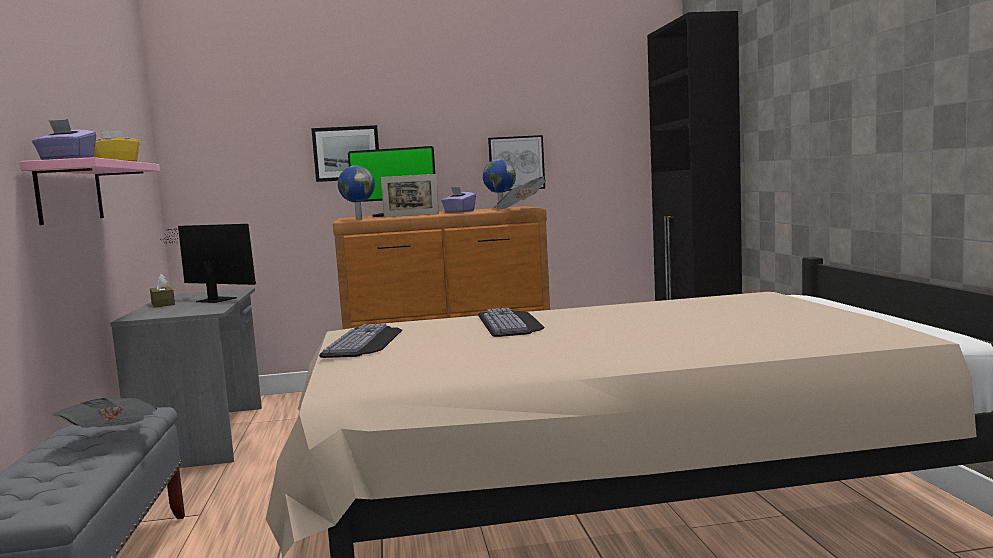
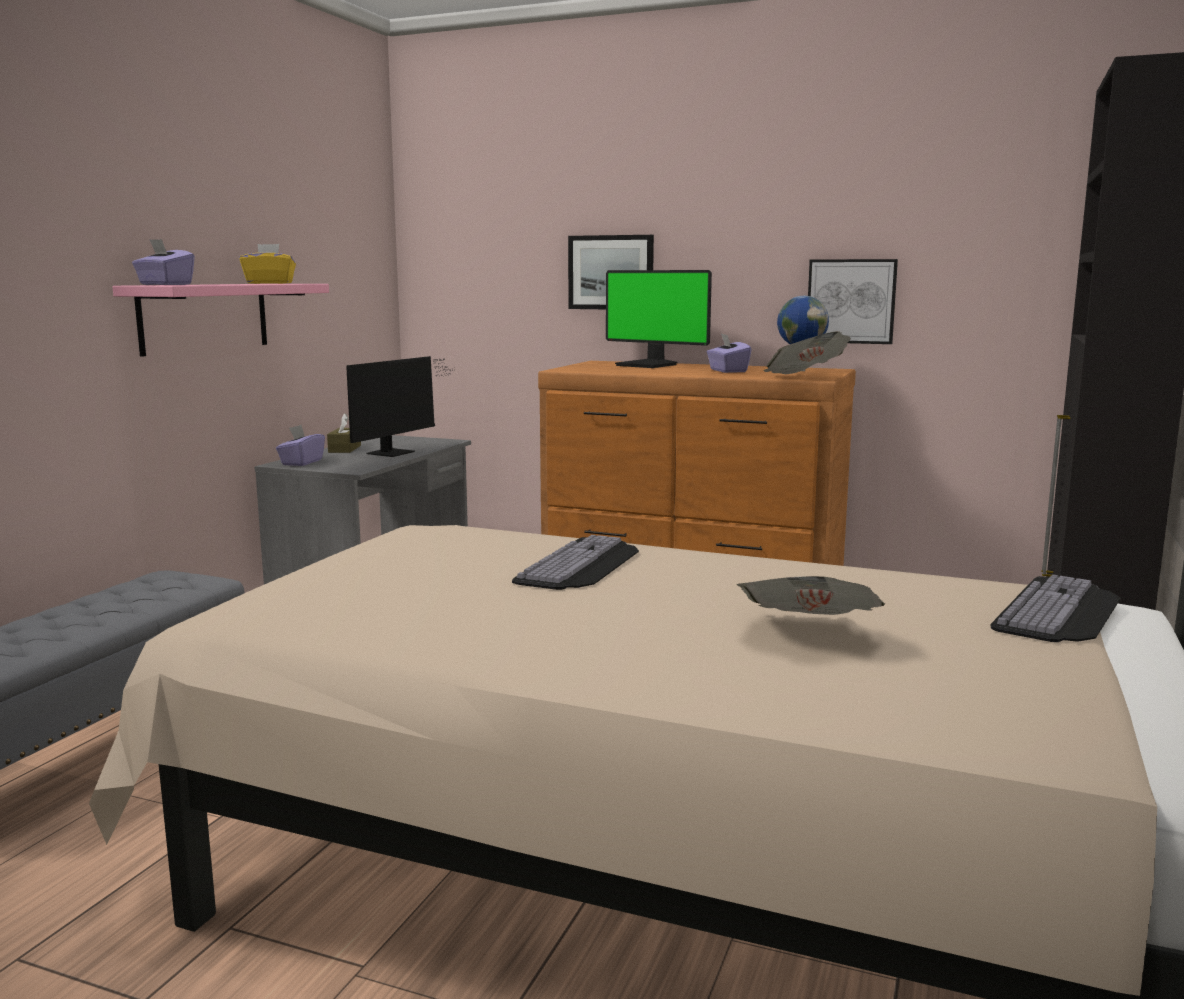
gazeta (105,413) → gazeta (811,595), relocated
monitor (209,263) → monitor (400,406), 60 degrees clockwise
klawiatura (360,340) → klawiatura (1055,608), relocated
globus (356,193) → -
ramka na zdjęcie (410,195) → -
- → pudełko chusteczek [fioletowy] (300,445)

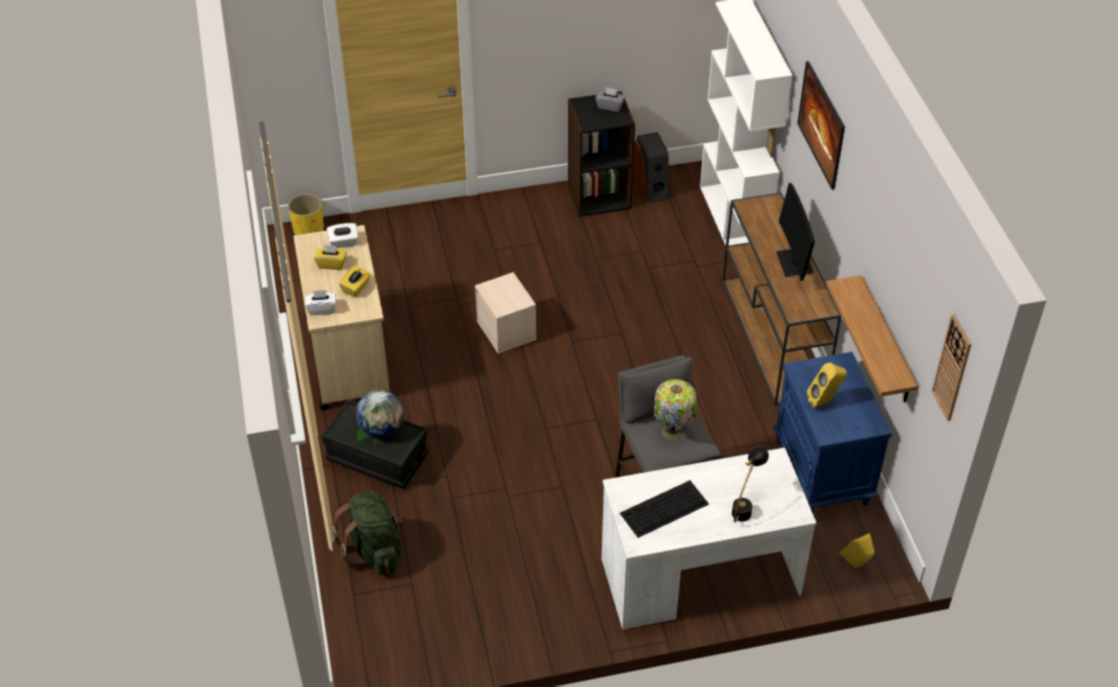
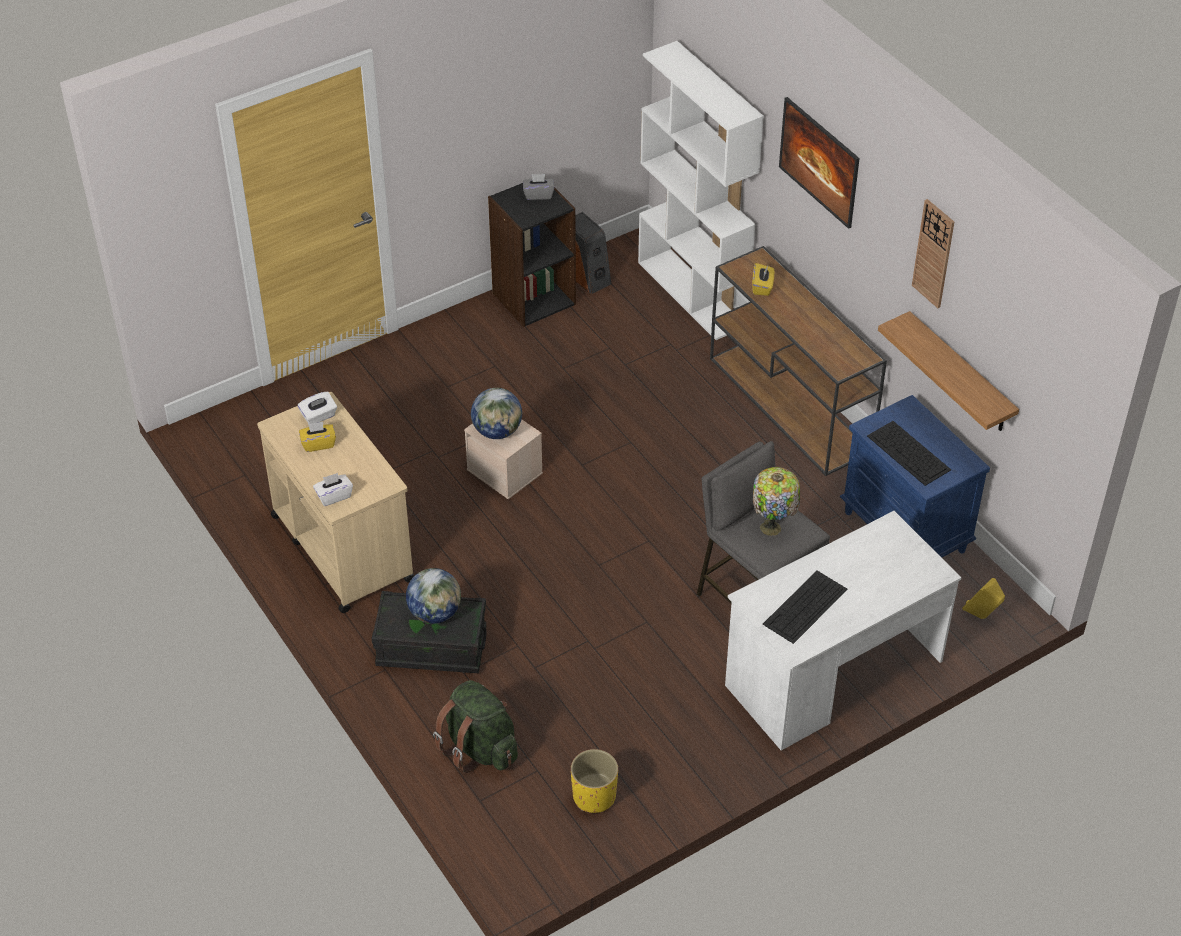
donica [żółty] (306,214) → donica [żółty] (594,781), relocated
pudełko chusteczek [żółty] (355,281) → pudełko chusteczek [żółty] (763,279), relocated
lampa stołowa [czarny] (750,484) → -
monitor (795,232) → -
głośnik [żółty] (827,385) → klawiatura (909,453)
zegar ścienny (952,367) → zegar ścienny (933,253), relocated
- → globus (496,413)

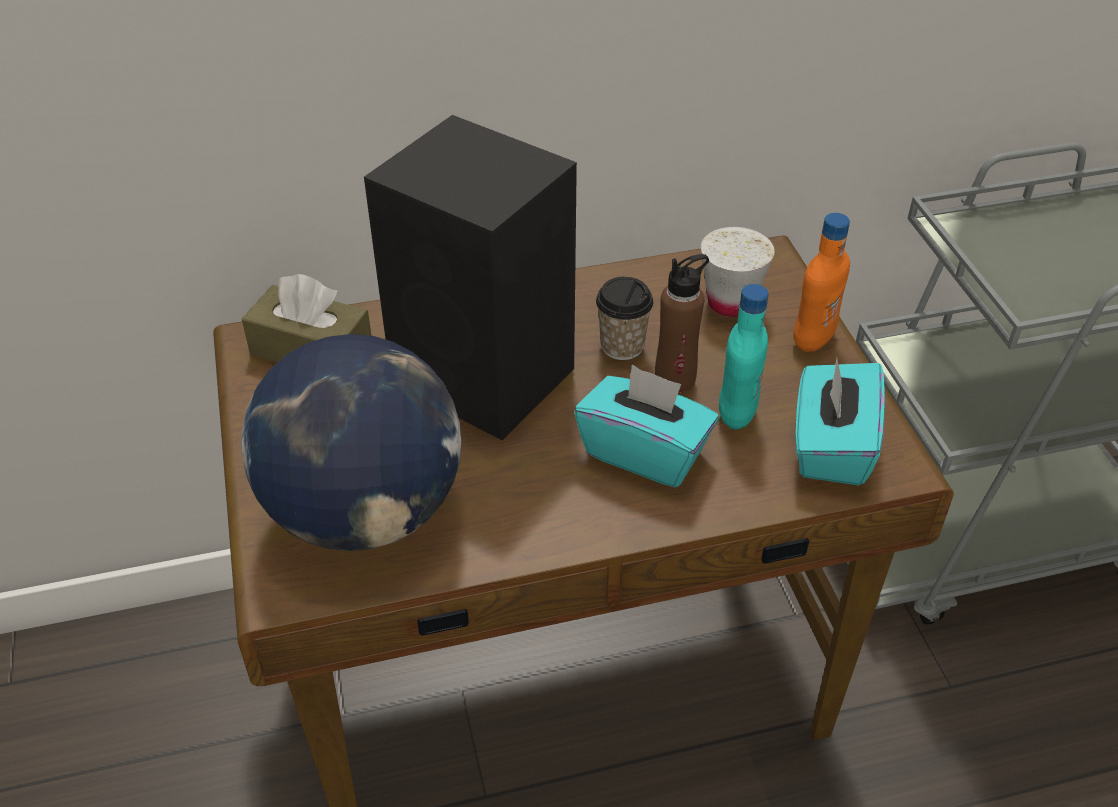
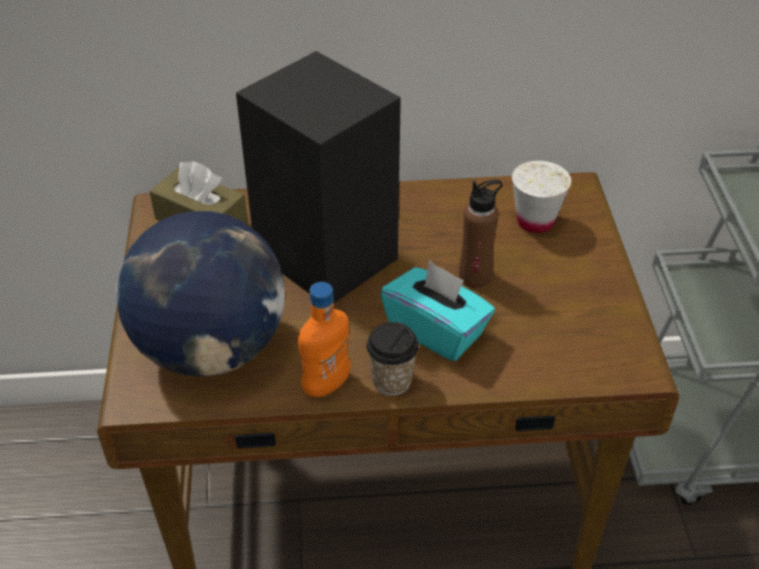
filiżanka (624,318) → filiżanka (392,359), relocated
butelka [turkusowy] (744,357) → -
butelka [pomarańczowy] (821,282) → butelka [pomarańczowy] (324,339), relocated
pudełko chusteczek [turkusowy] (840,422) → -

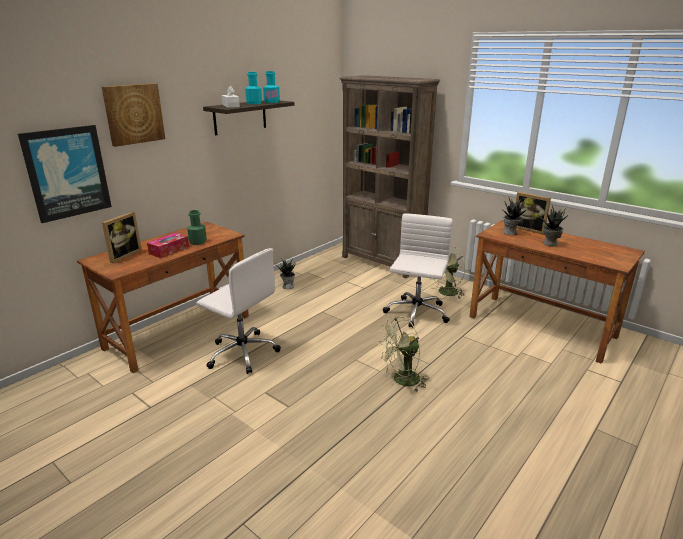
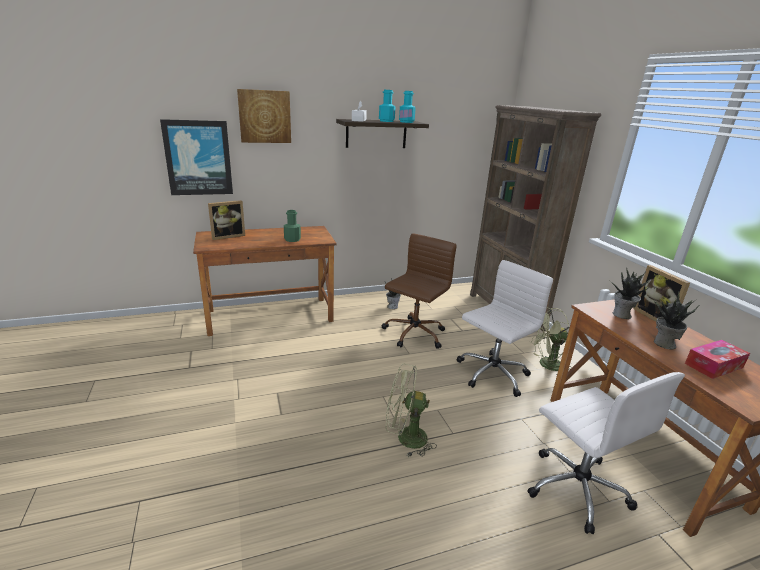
pudełko chusteczek (168,245) → pudełko chusteczek (717,359), relocated
krzesło biurowe [biały] (238,311) → krzesło biurowe [biały] (606,453), relocated
- → krzesło biurowe [brązowy] (419,291)

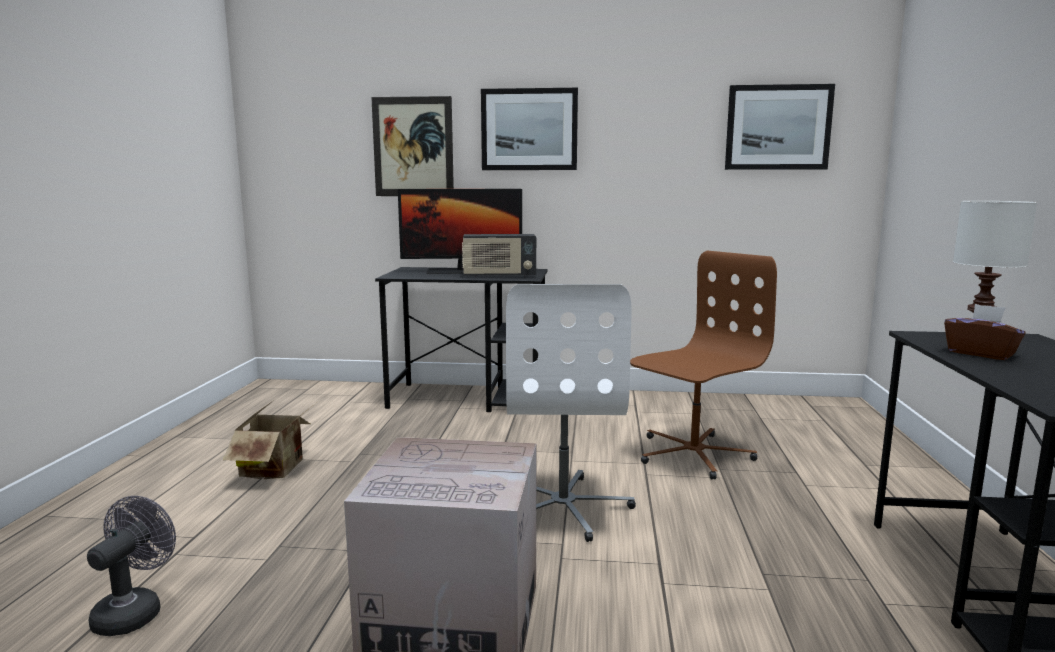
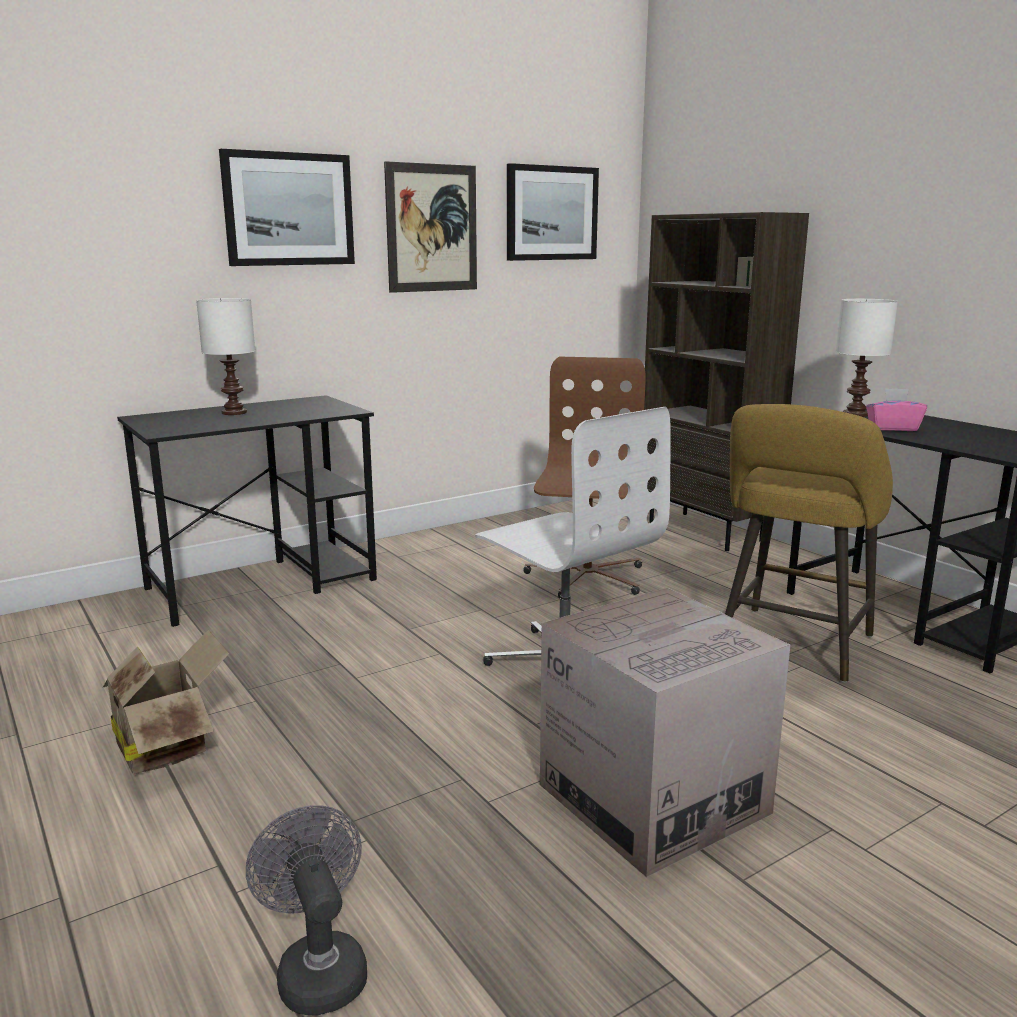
obraz (412,146) → obraz (430,227), relocated
monitor (460,231) → lampa stołowa [biały] (225,356)
radio (499,256) → -
pudełko chusteczek [brązowy] (985,332) → pudełko chusteczek [różowy] (896,409)
- → regał [brązowy] (726,381)
- → stołek [żółty] (809,543)

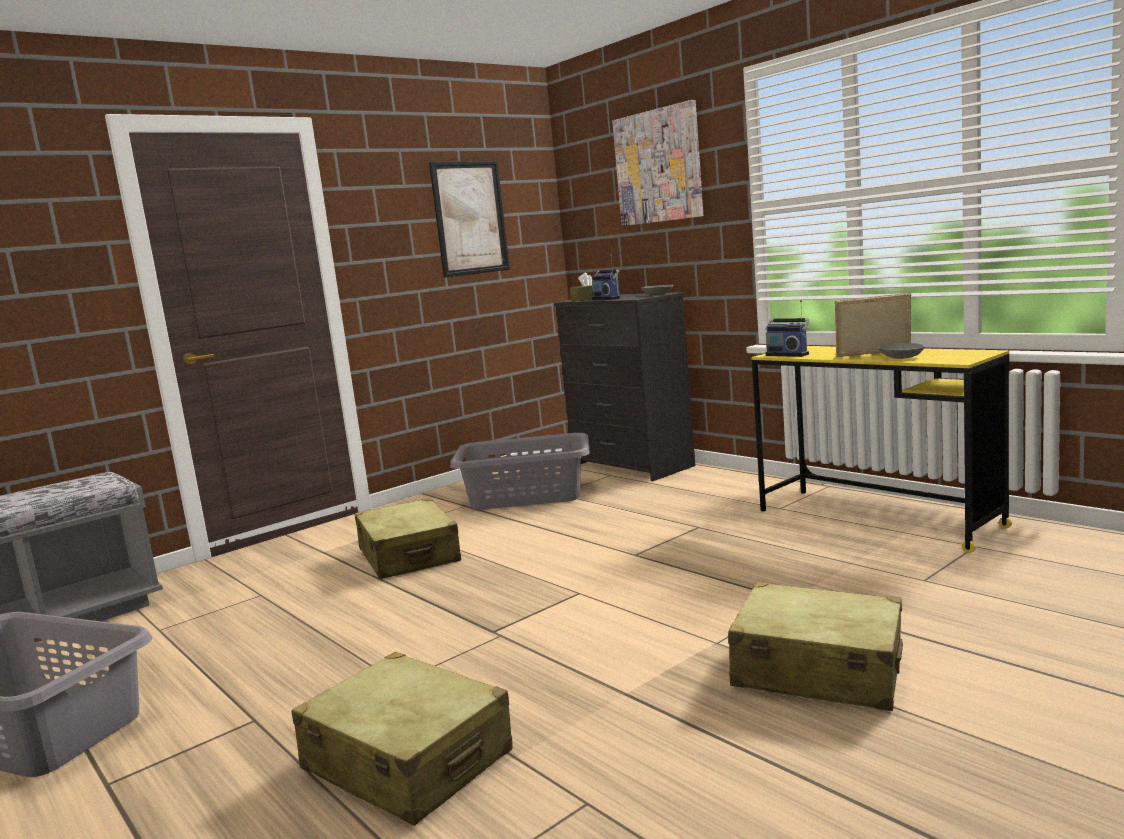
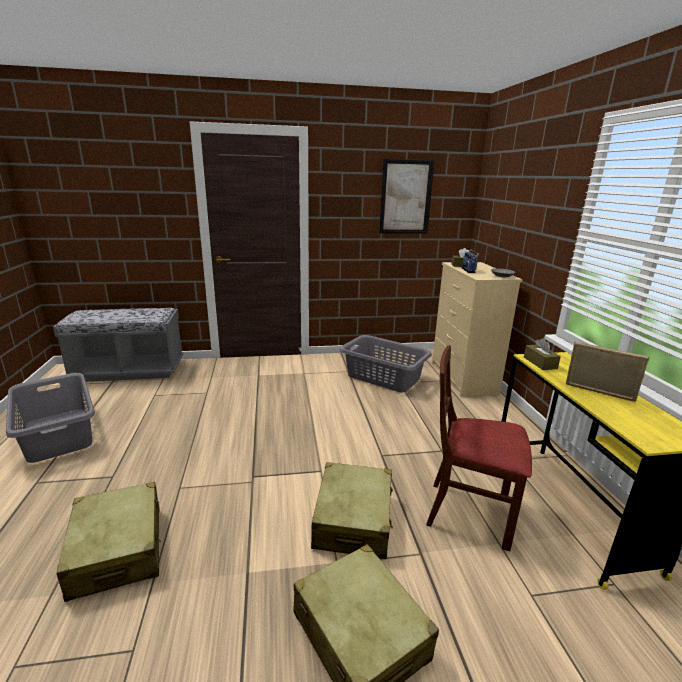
walizka [beżowy] (407,538) → walizka [beżowy] (352,510), relocated
komoda [czarny] (624,386) → komoda [beżowy] (477,329)
obraz (657,163) → -
radio (787,328) → pudełko chusteczek [brązowy] (542,354)
miska [szary] (901,351) → -
- → krzesło [brązowy] (479,448)

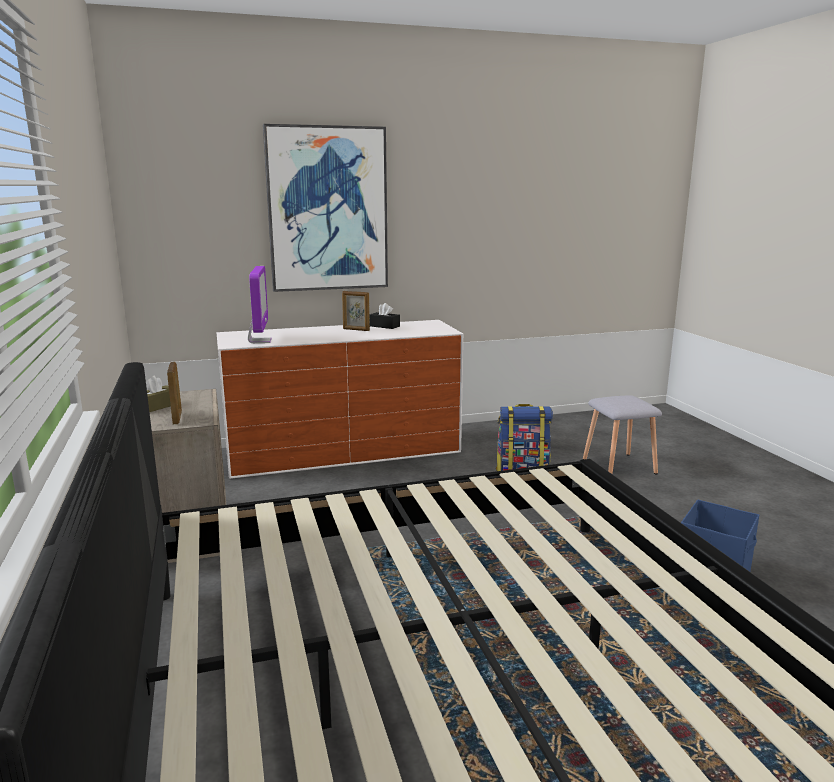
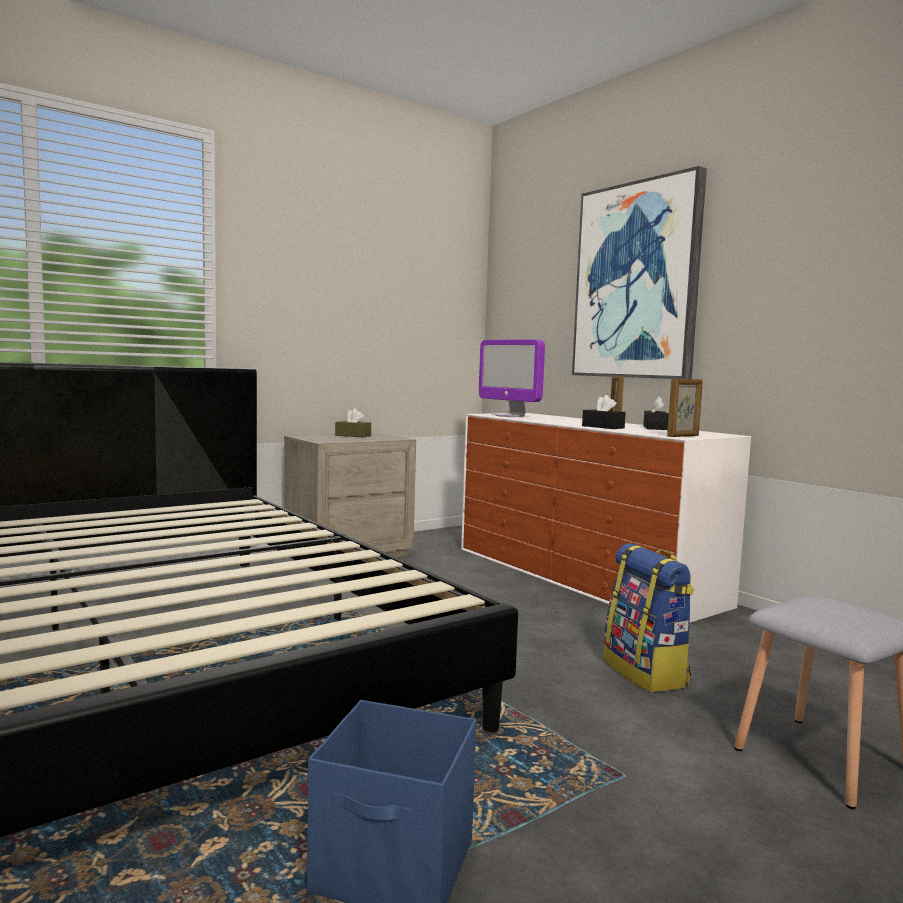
ramka na zdjęcie (174,393) → ramka na zdjęcie (685,408), relocated
monitor (260,304) → monitor (512,378), 75 degrees clockwise
- → pudełko chusteczek [czarny] (604,412)

